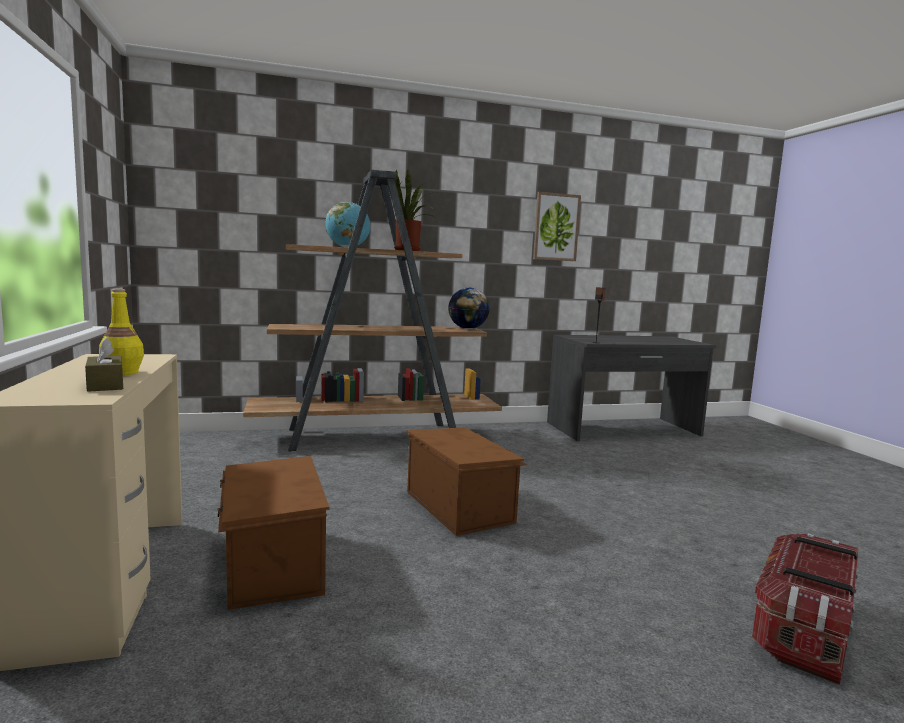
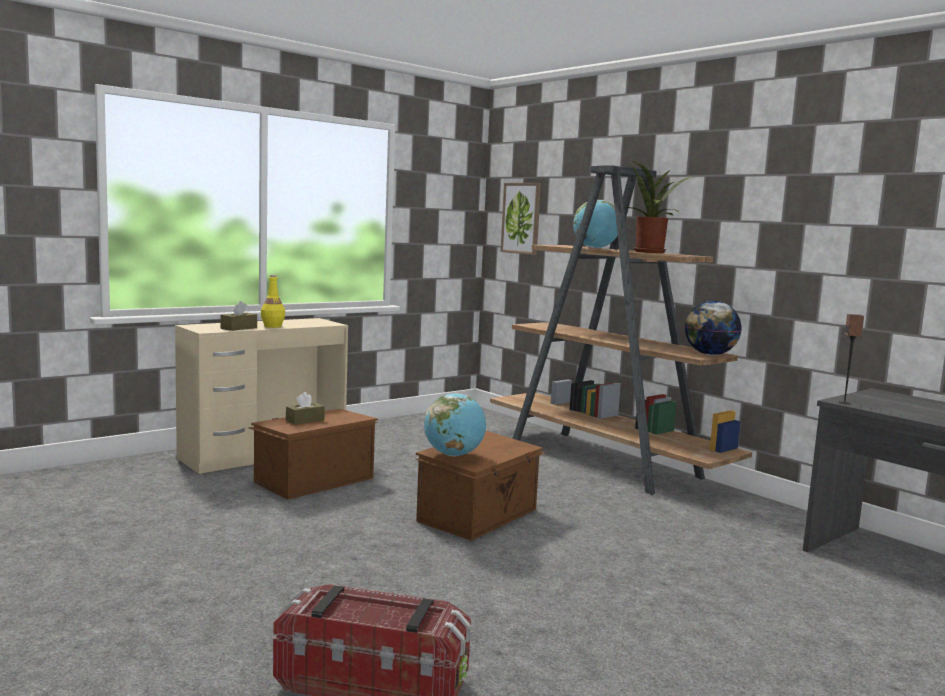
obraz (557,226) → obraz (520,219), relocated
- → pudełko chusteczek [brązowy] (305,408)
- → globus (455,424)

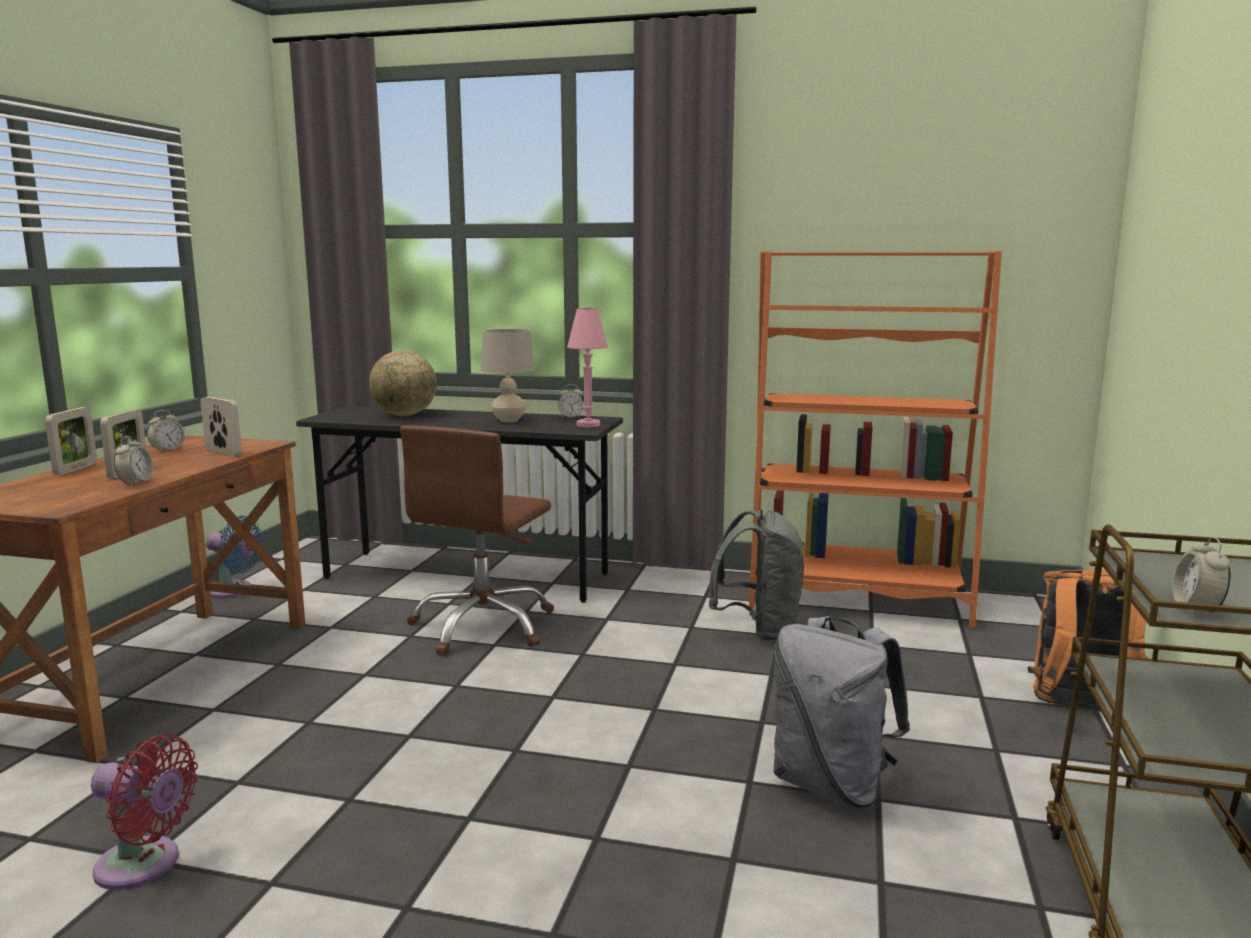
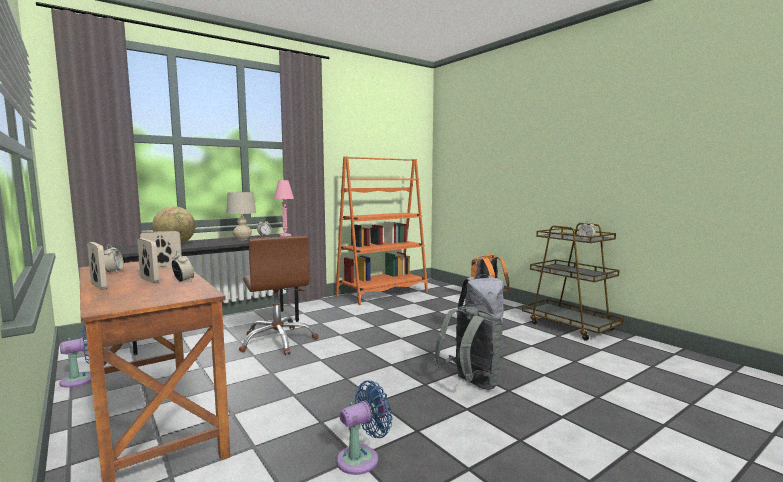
wentylator [czerwony] (144,812) → wentylator [niebieski] (364,427)
plecak [szary] (756,575) → plecak [szary] (468,348), relocated

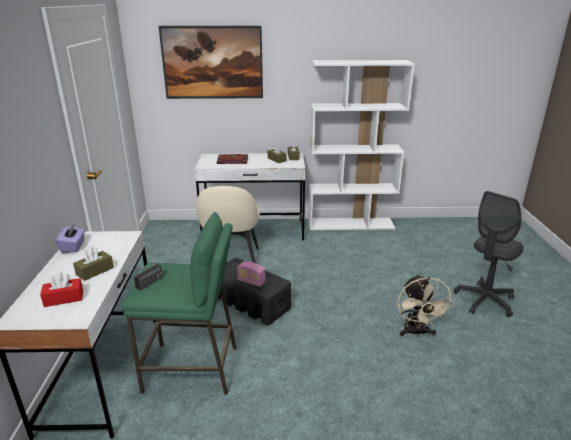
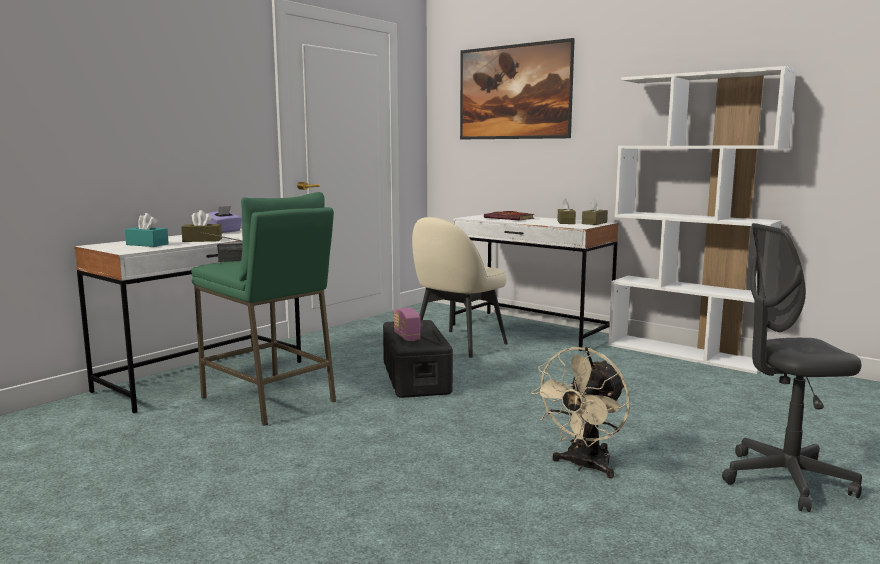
pudełko chusteczek [czerwony] (61,289) → pudełko chusteczek [turkusowy] (147,230)

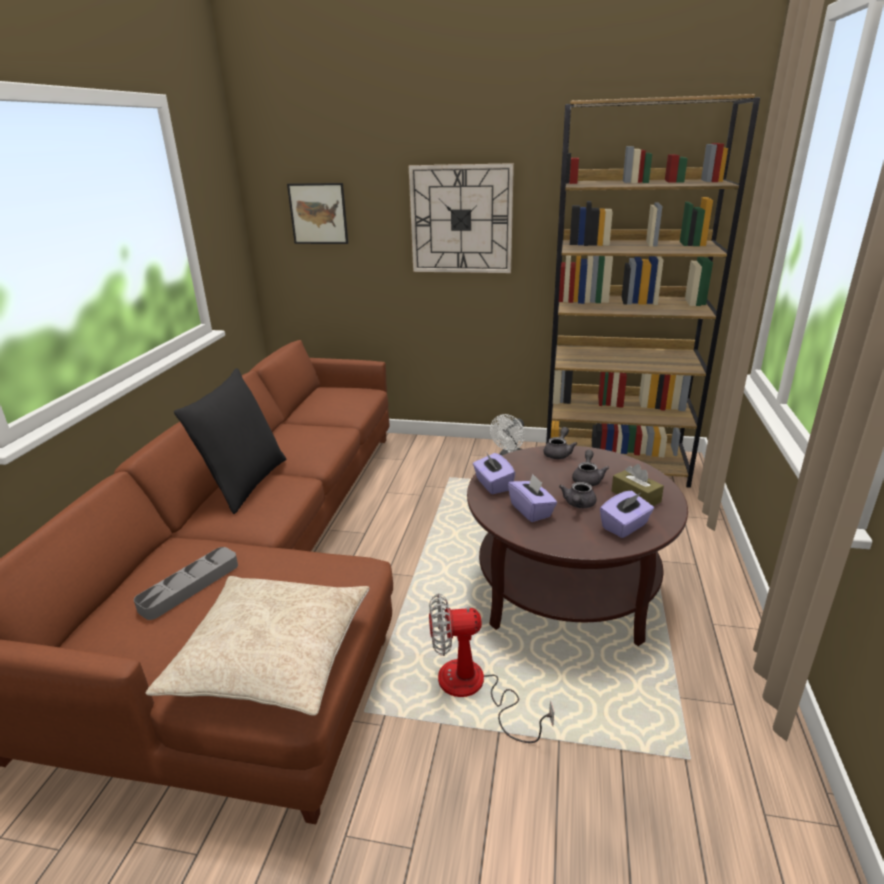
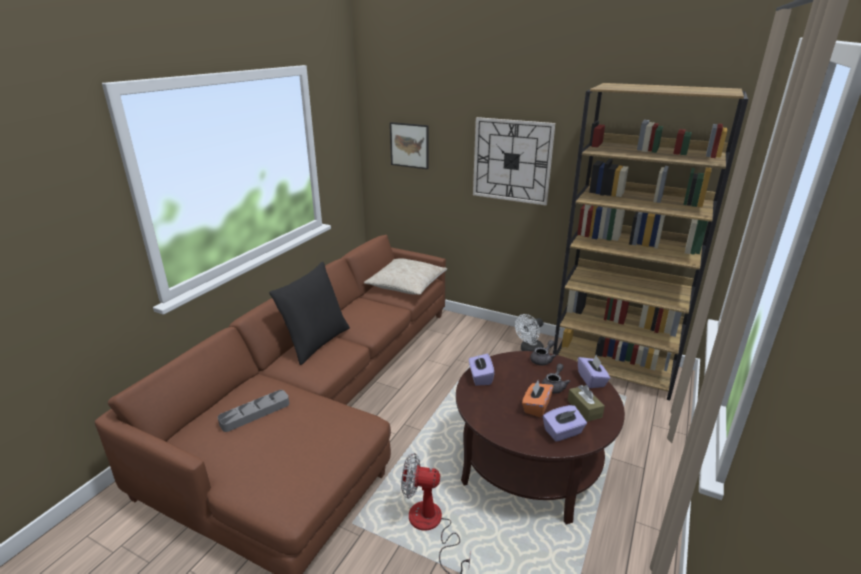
poduszka [beżowy] (257,646) → poduszka [beżowy] (405,276), relocated
pudełko chusteczek [fioletowy] (532,498) → pudełko chusteczek [fioletowy] (594,371), relocated
imbryk [szary] (577,495) → pudełko chusteczek [pomarańczowy] (537,399)

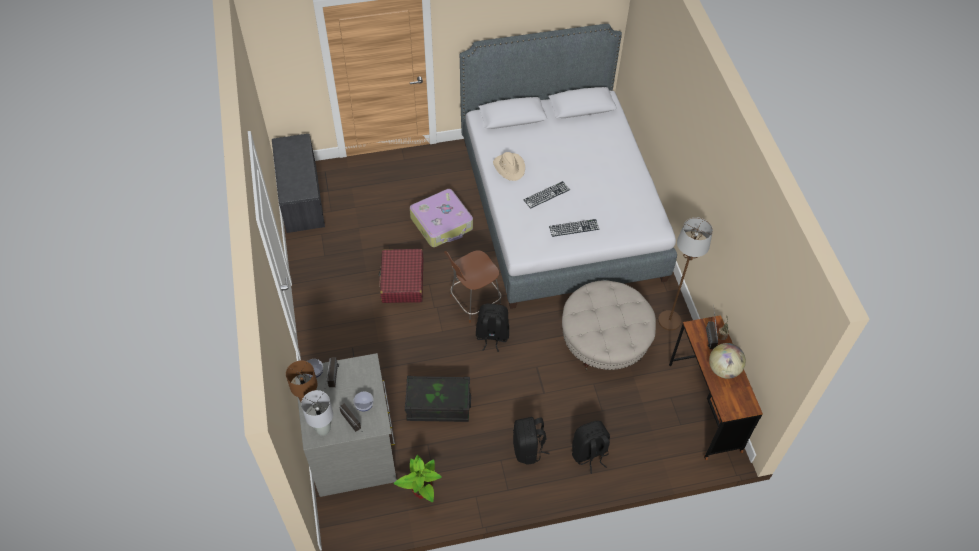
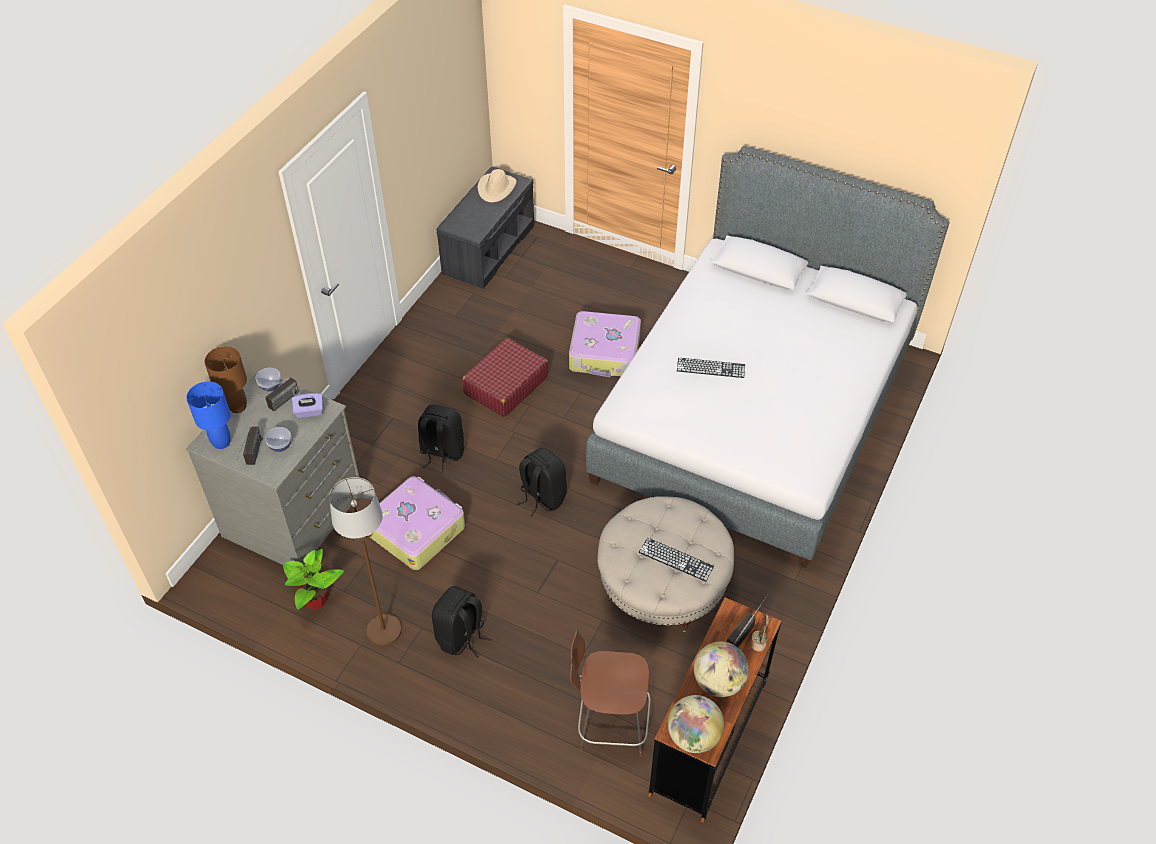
lampa stołowa [szary] (317,413) → lampa stołowa [niebieski] (208,415)
pojemnik do przechowywania [czarny] (438,399) → walizka (416,523)
krzesło [brązowy] (473,286) → krzesło [brązowy] (610,693), relocated
kapelusz [beżowy] (509,166) → kapelusz [beżowy] (497,185), relocated
klawiatura (574,228) → klawiatura (676,559), relocated
plecak [czarny] (591,447) → plecak [czarny] (441,438), relocated
lampa stojąca [brązowy] (685,274) → lampa stojąca [brązowy] (365,561), relocated
- → pudełko chusteczek [fioletowy] (307,405)
- → globus (696,724)

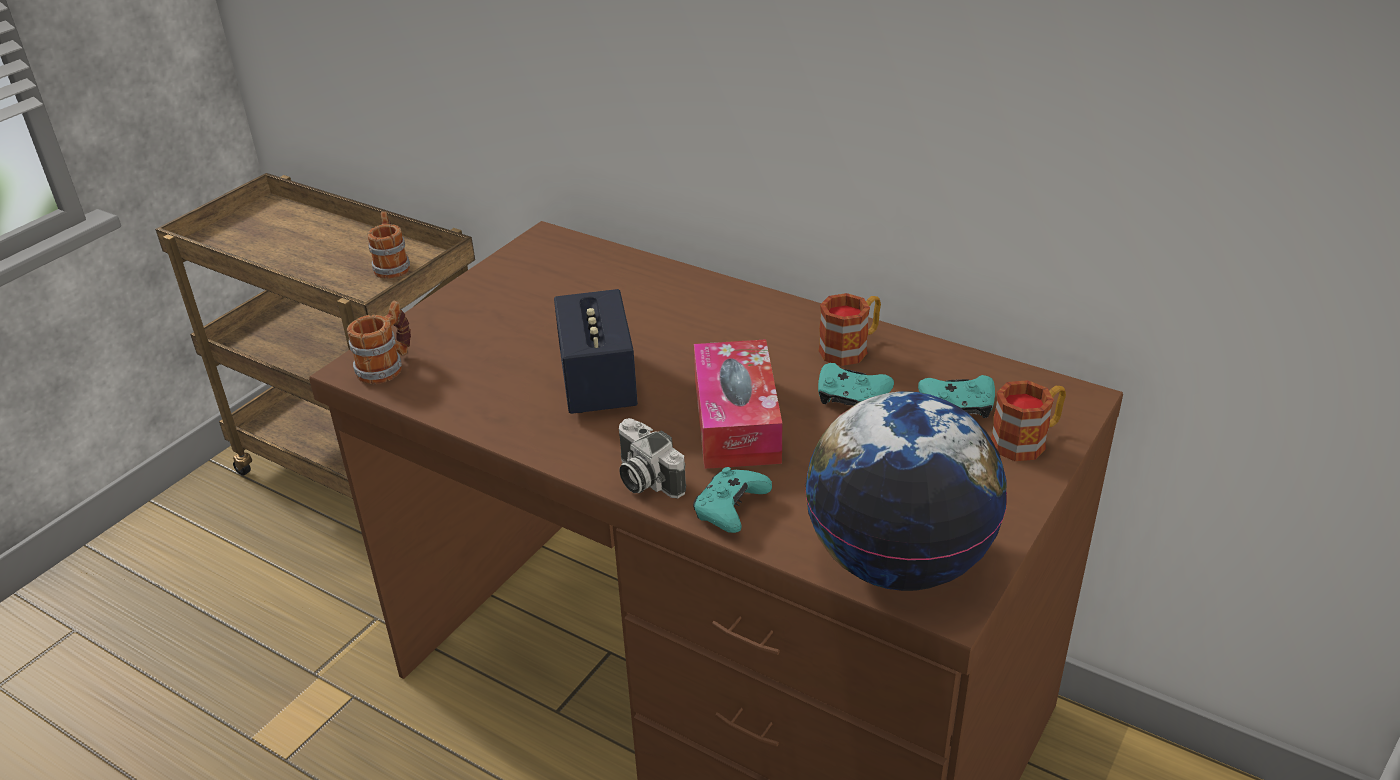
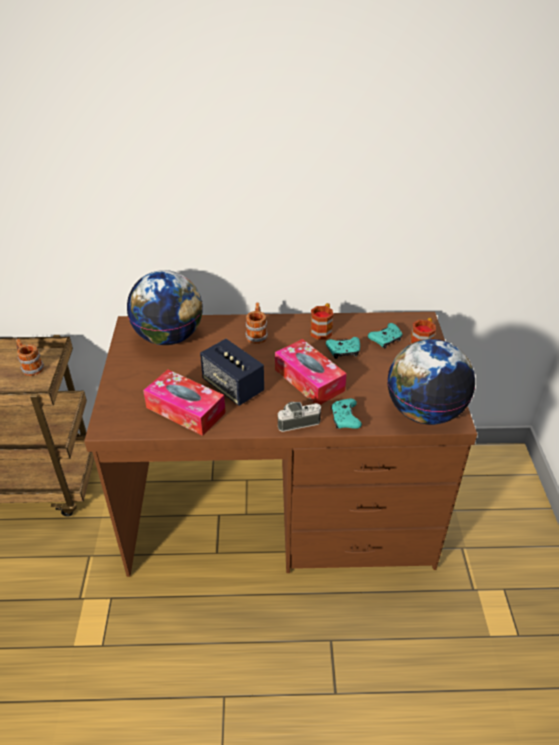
kubek (379,342) → kubek (257,323), relocated
aparat fotograficzny (652,458) → aparat fotograficzny (299,417), 150 degrees clockwise
- → globus (165,307)
- → pudełko chusteczek (184,403)

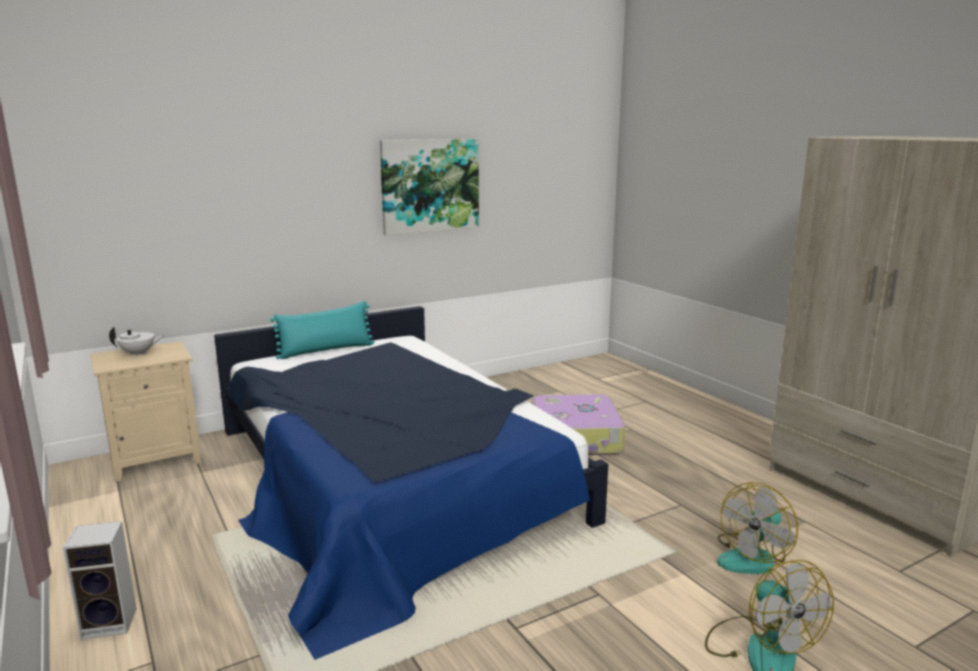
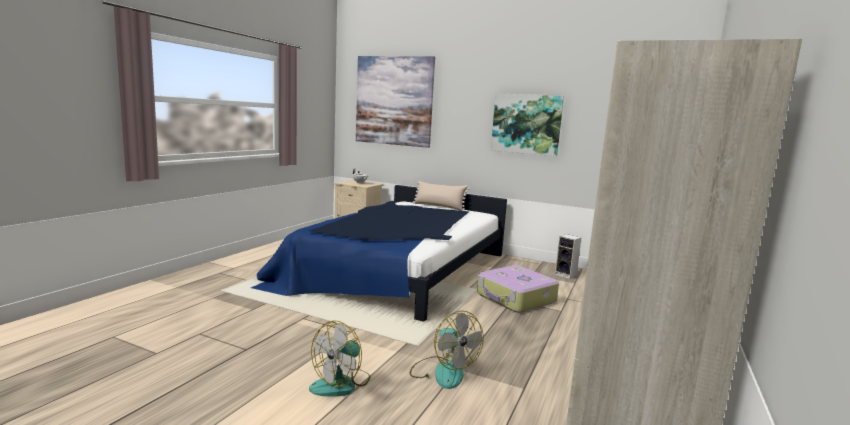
głośnik (100,580) → głośnik (568,256), relocated
poduszka [turkusowy] (322,330) → poduszka [beżowy] (441,196)
wentylator (757,528) → wentylator (447,350), 135 degrees counterclockwise
- → obraz (395,102)

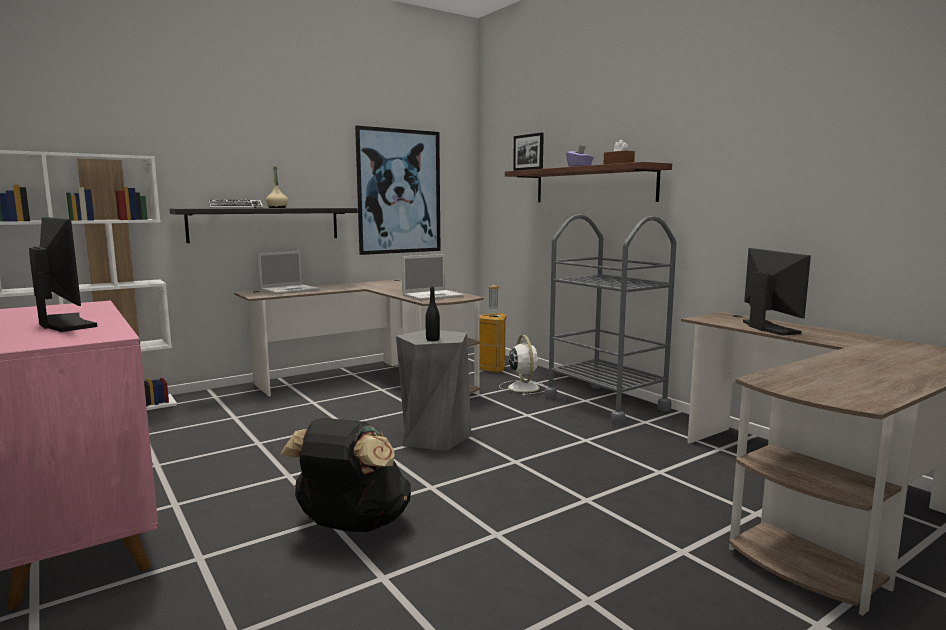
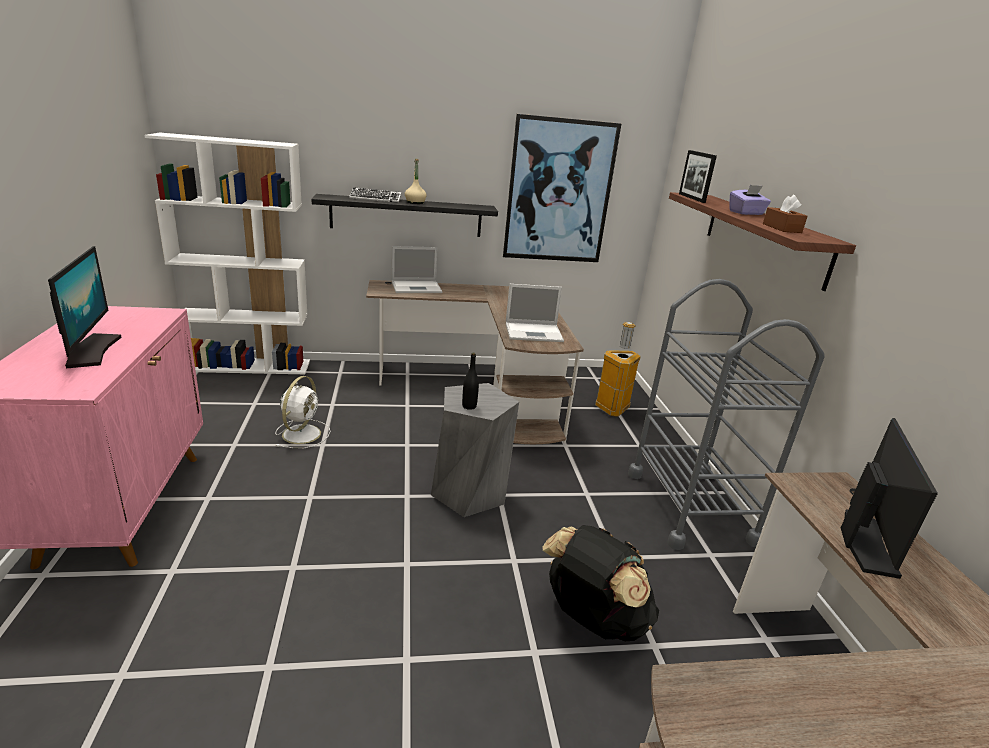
plecak [czarny] (345,475) → plecak [czarny] (600,583), relocated
wentylator [biały] (522,365) → wentylator [biały] (303,412), relocated

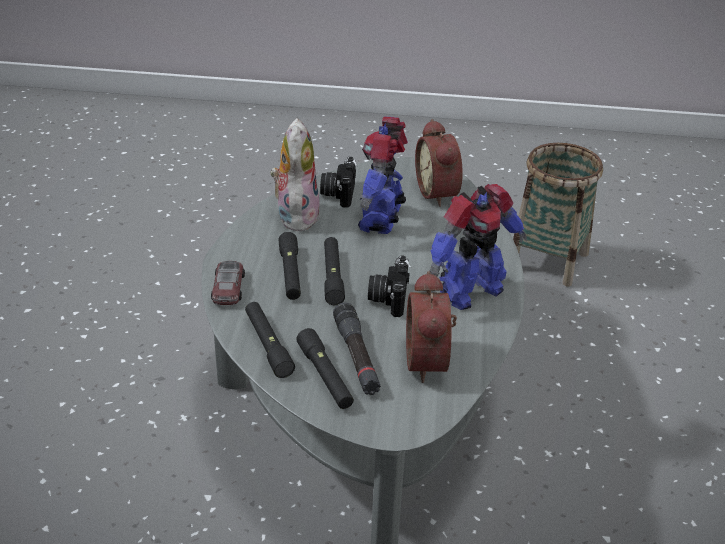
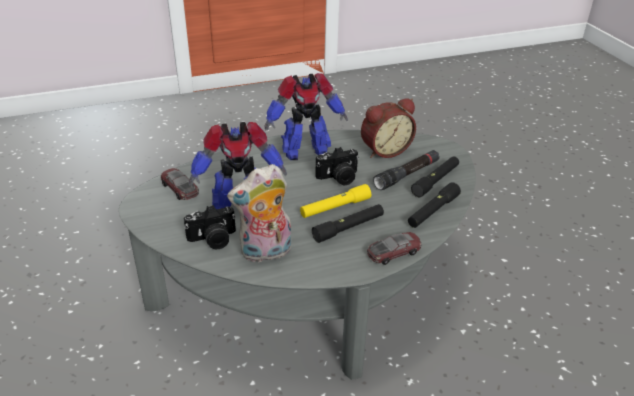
latarka [czarny] (334,271) → latarka [żółty] (335,201)
budzik (439,163) → samochodzik (180,184)
robot zabawkowy (478,247) → robot zabawkowy (306,116), 135 degrees clockwise
koszyk (558,214) → -

